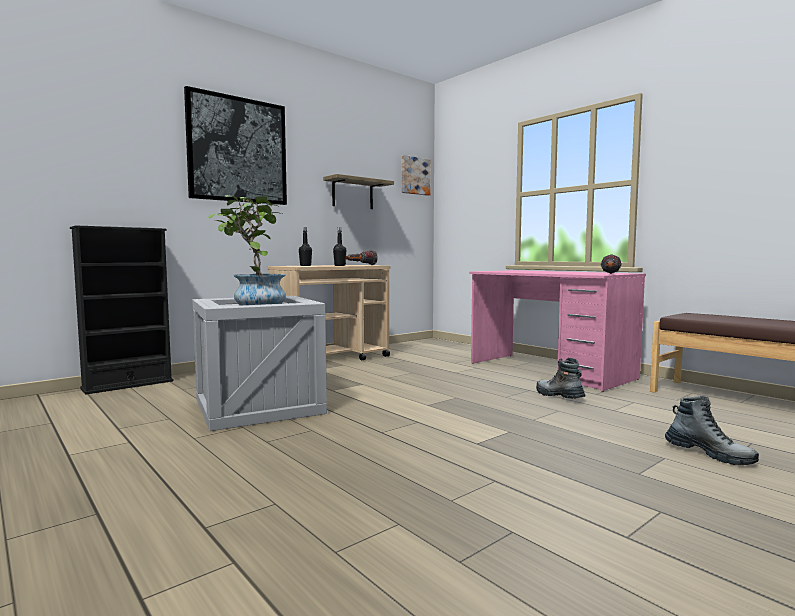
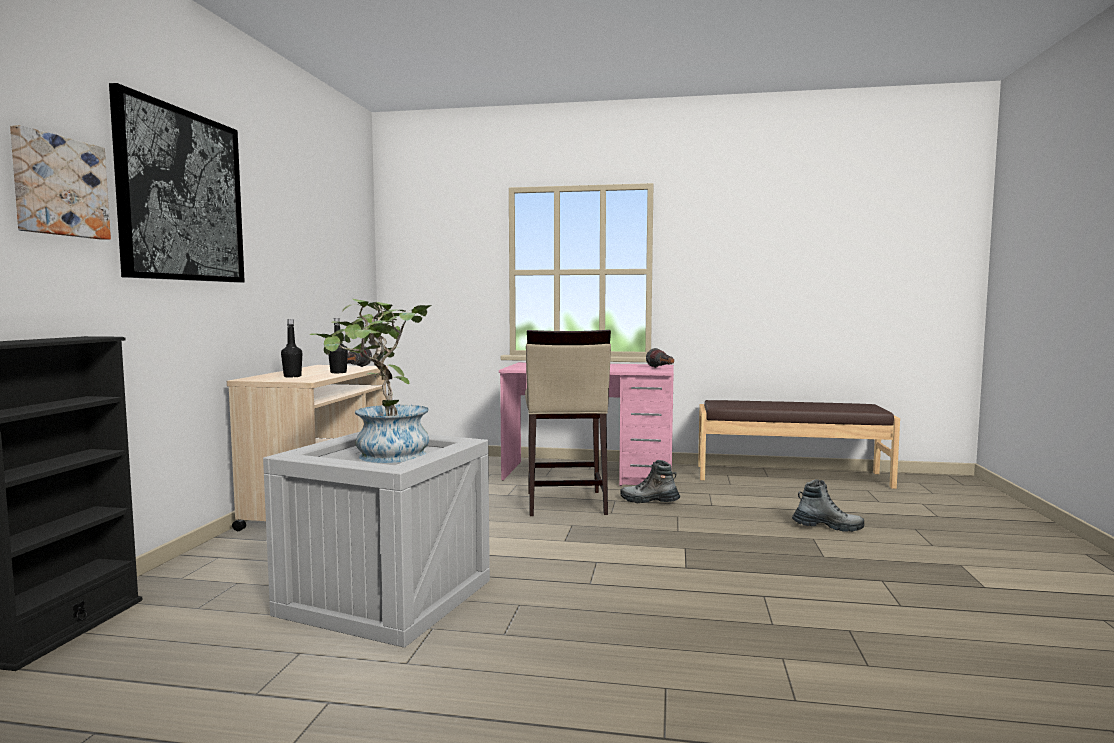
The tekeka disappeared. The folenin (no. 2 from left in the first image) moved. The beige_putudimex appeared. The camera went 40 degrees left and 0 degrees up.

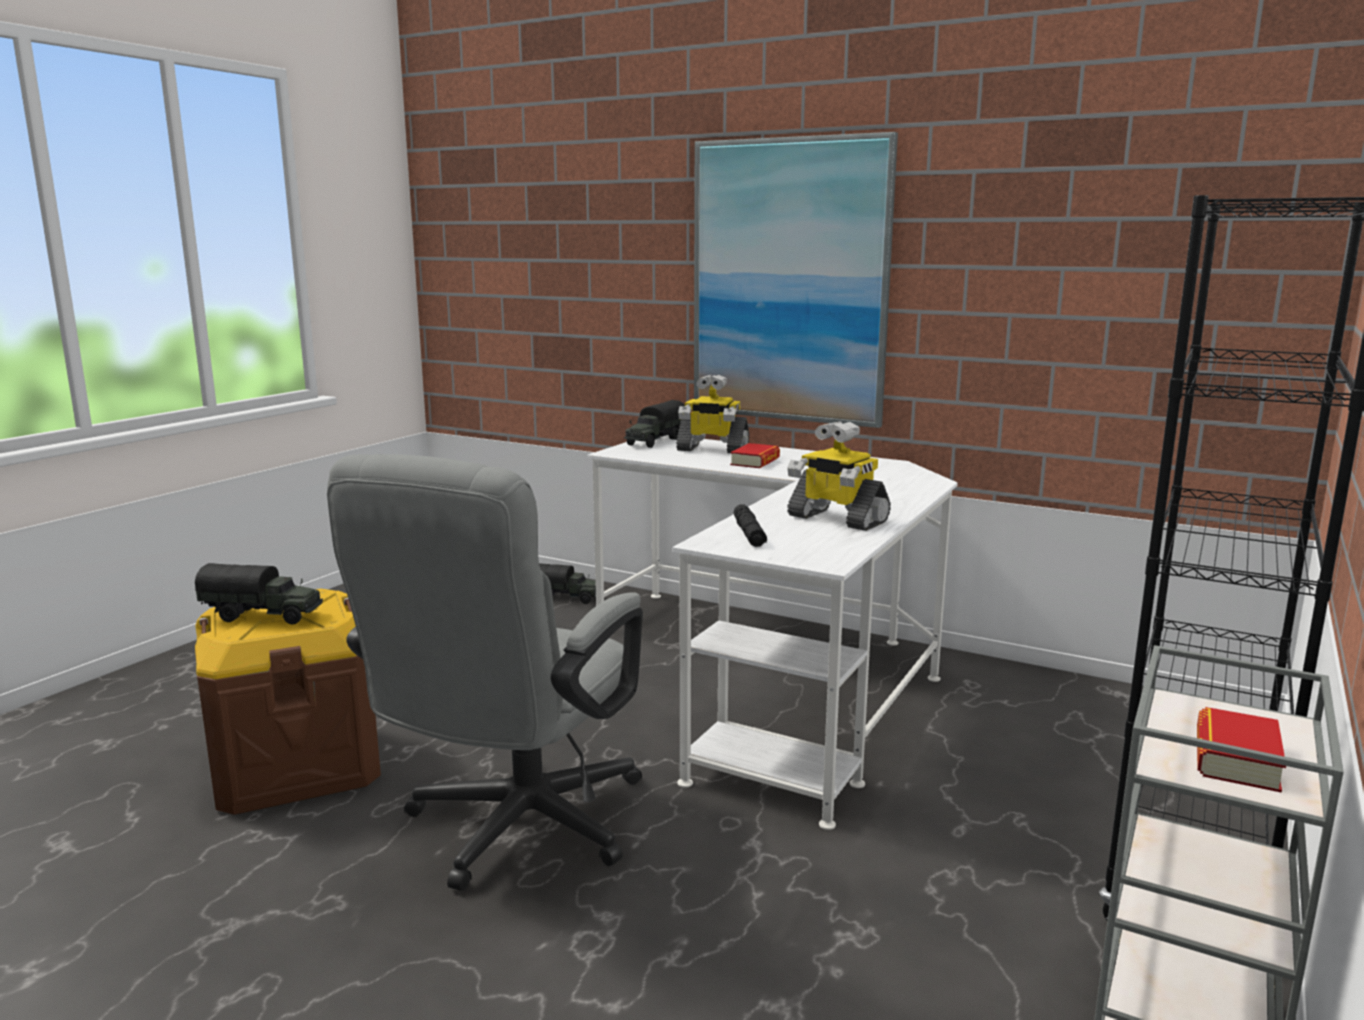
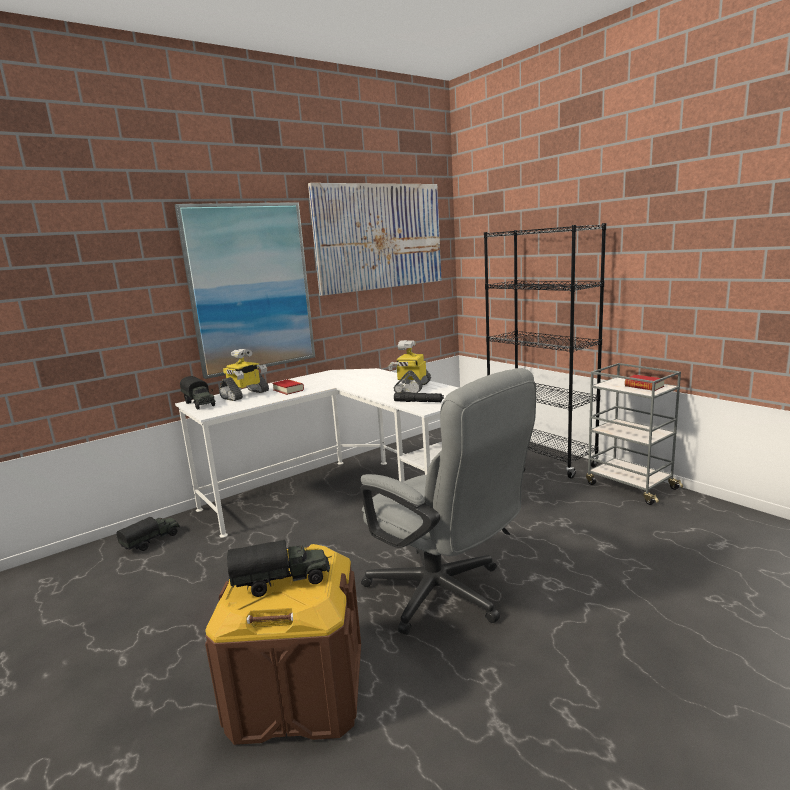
The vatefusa (no. 1 from left in the first image) turned 45 degrees clockwise. The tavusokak (no. 2 from left) turned 135 degrees clockwise. The folenin (no. 2 from left) appeared. The camera went 65 degrees left and 0 degrees up.

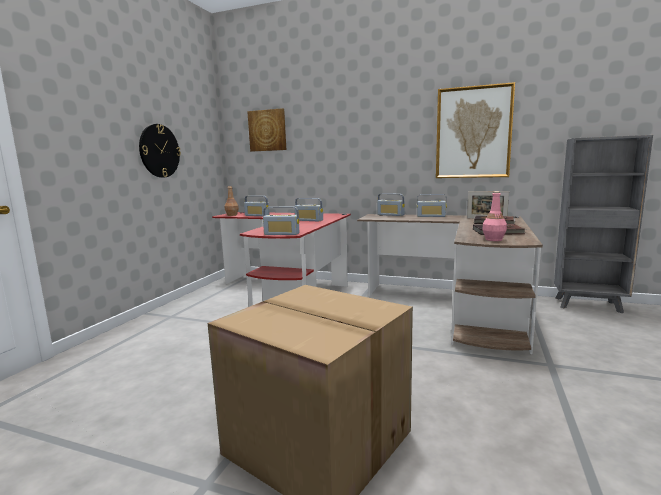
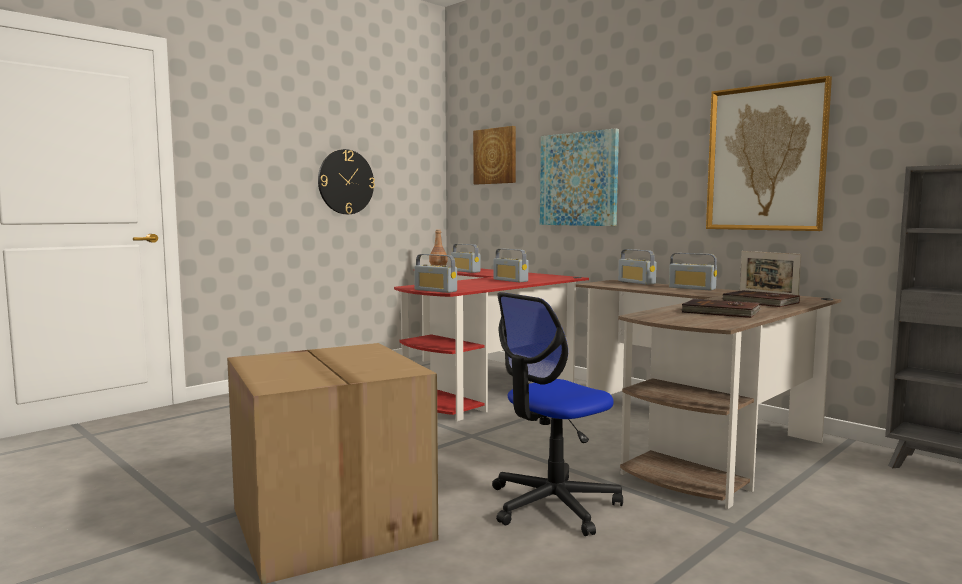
The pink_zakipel disappeared. The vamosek appeared. The folenin (no. 2 from left) appeared. The camera went 25 degrees right and 5 degrees down.

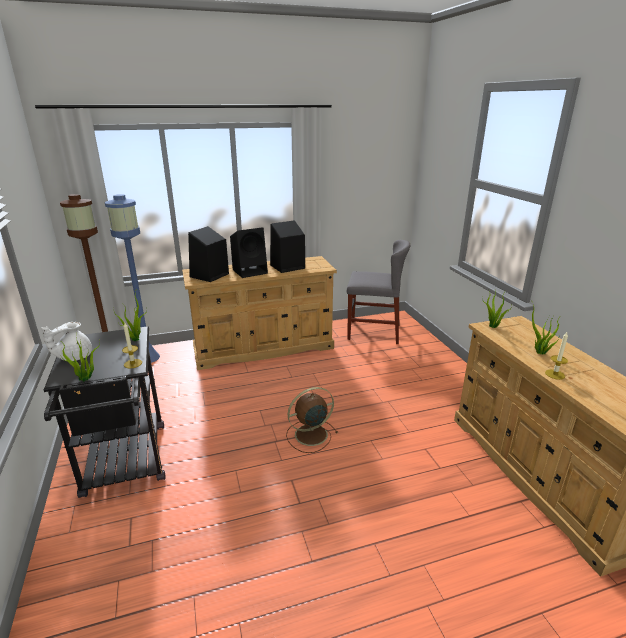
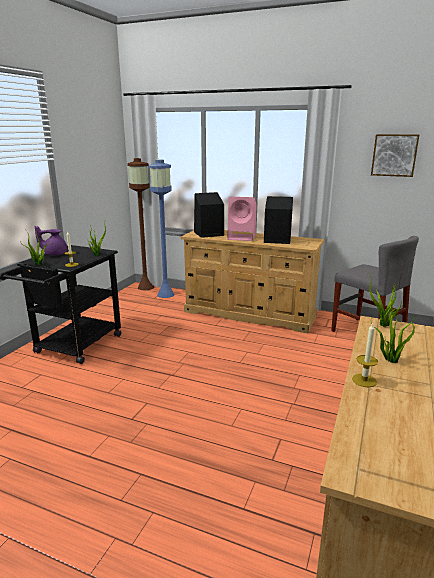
The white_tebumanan became the purple_tebumanan. The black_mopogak (no. 2 from left) became the pink_mopogak. The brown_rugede disappeared. The folenin appeared. The camera went 40 degrees right and 5 degrees down.

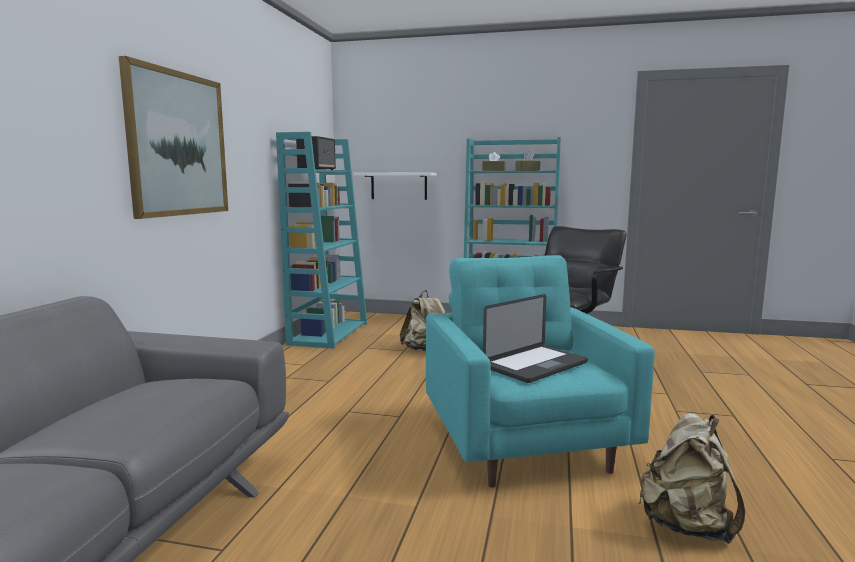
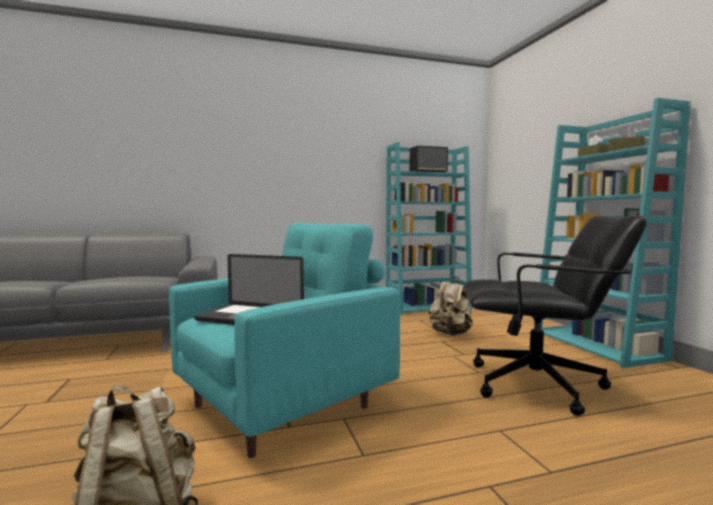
The folenin disappeared. The white_tekeka disappeared. The camera went 60 degrees right and 5 degrees down.

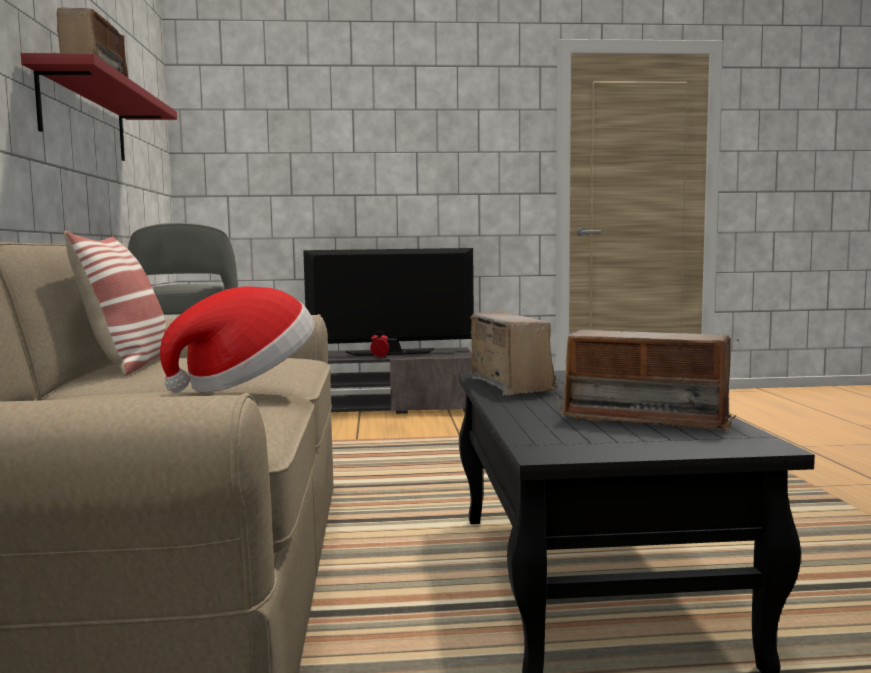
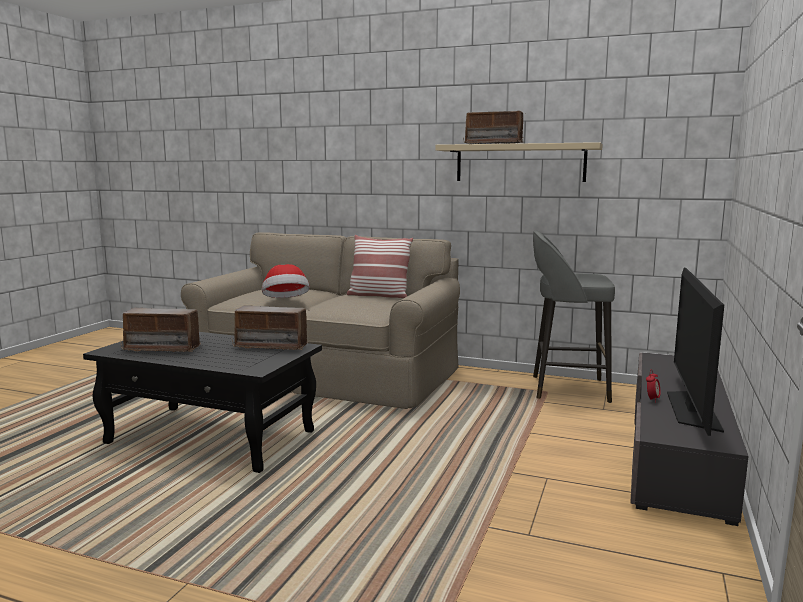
The red_tekeka became the beige_tekeka. The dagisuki (no. 3 from left in the first image) turned 135 degrees counterclockwise. The camera went 115 degrees right and 5 degrees up.

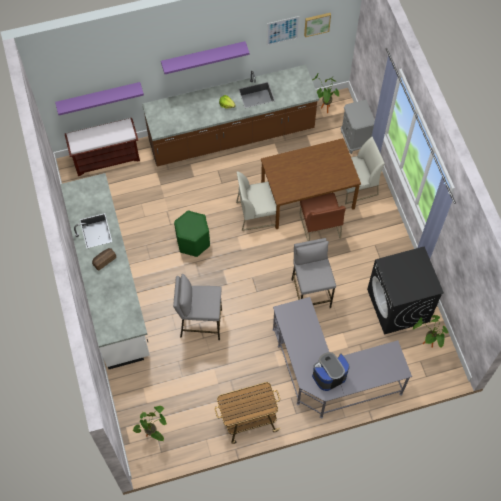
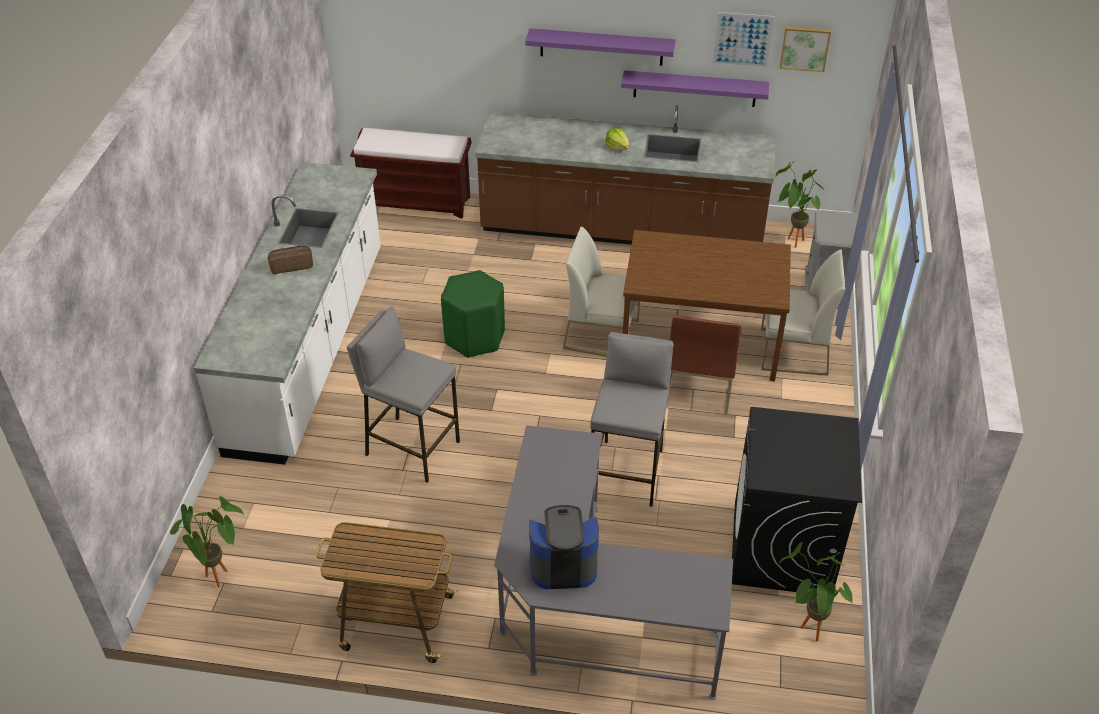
The purple_tekeka (no. 1 from left in the first image) moved. The camera went 25 degrees right and 20 degrees down.

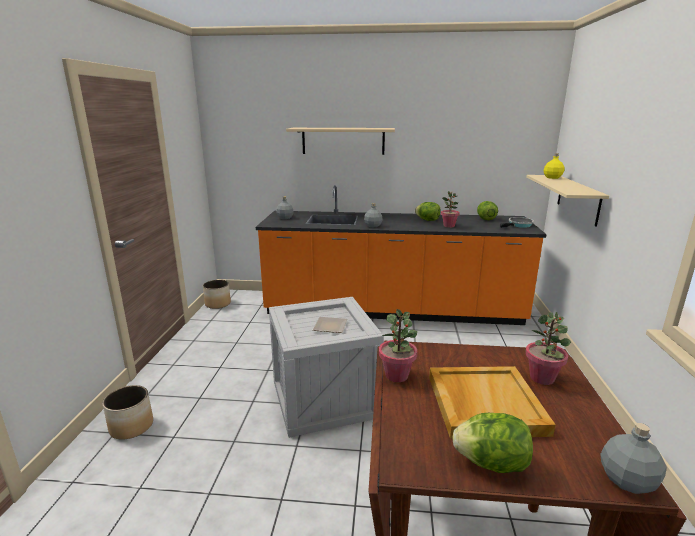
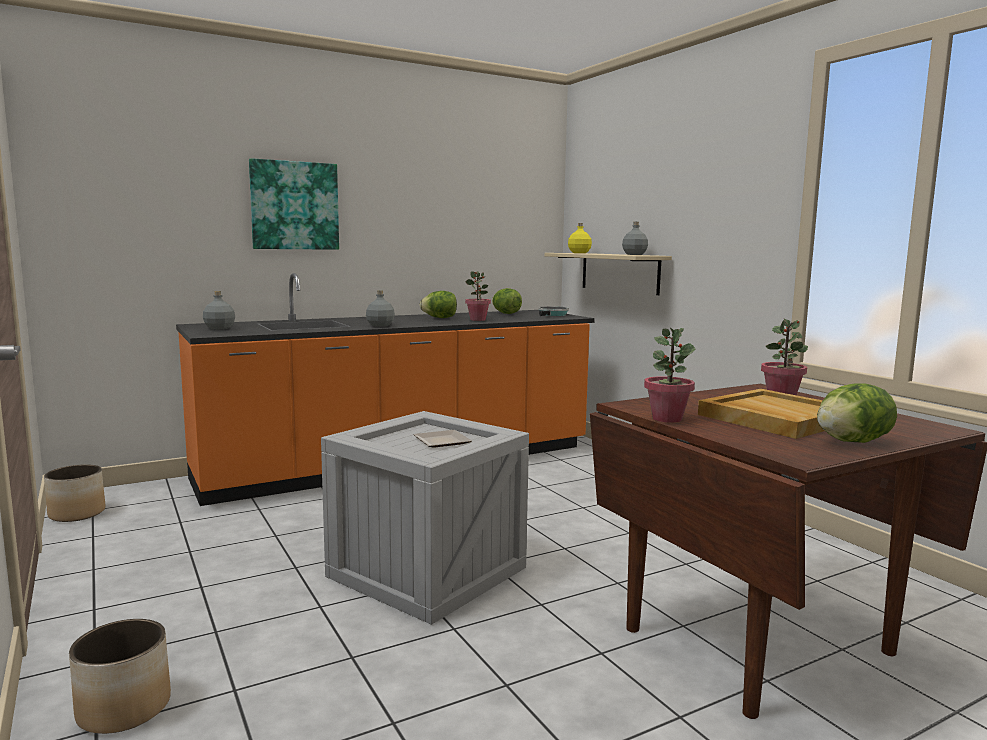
The beige_tekeka (no. 1 from left) was replaced by the folenin. The grey_zakipel (no. 3 from left) moved. The camera went 35 degrees left and 10 degrees down.

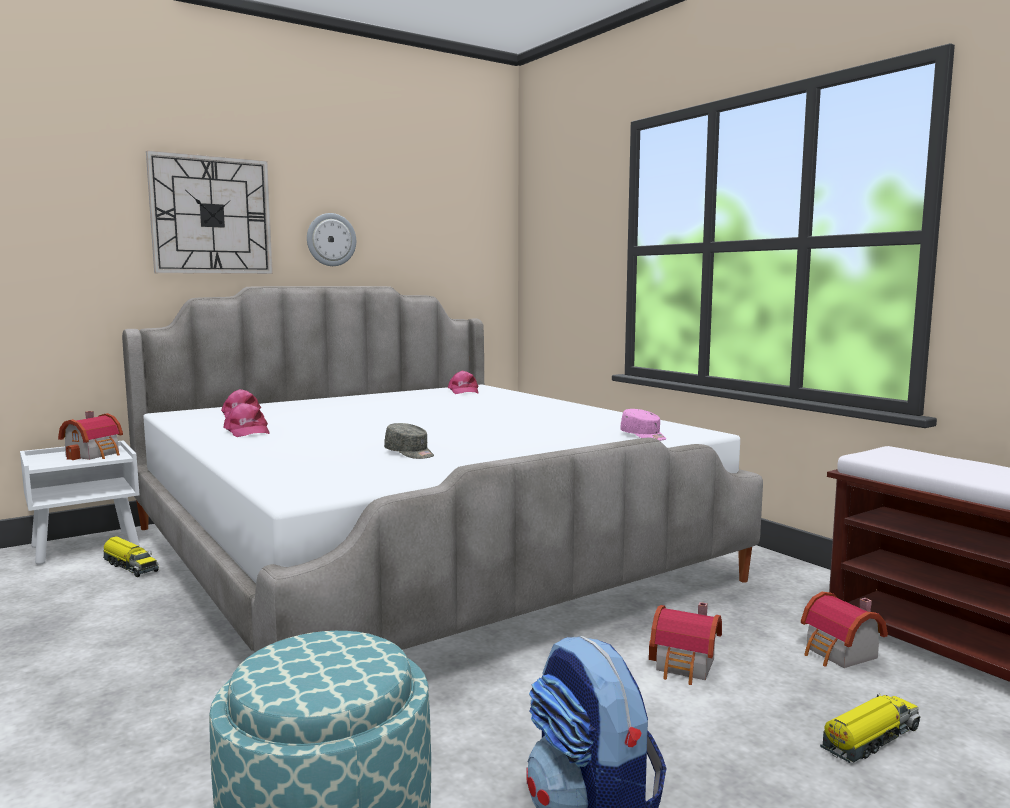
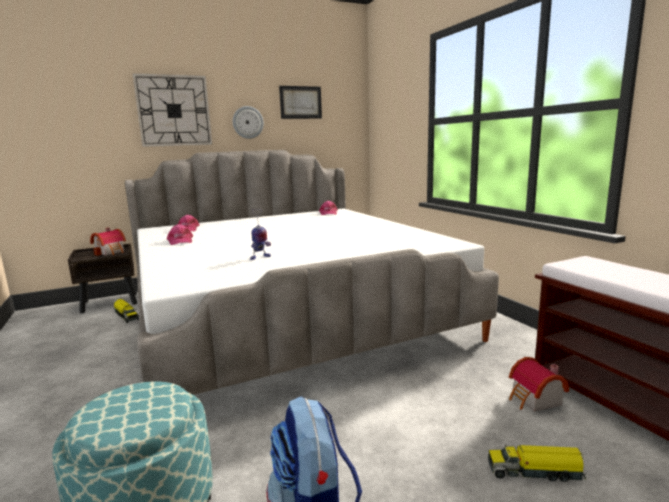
The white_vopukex became the brown_vopukex. The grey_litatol was replaced by the tavusokak. The pink_litatol (no. 4 from left) disappeared. The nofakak (no. 2 from left) disappeared. The vatefusa (no. 2 from left) turned 150 degrees counterclockwise. The folenin appeared. The camera went 10 degrees right and 5 degrees up.

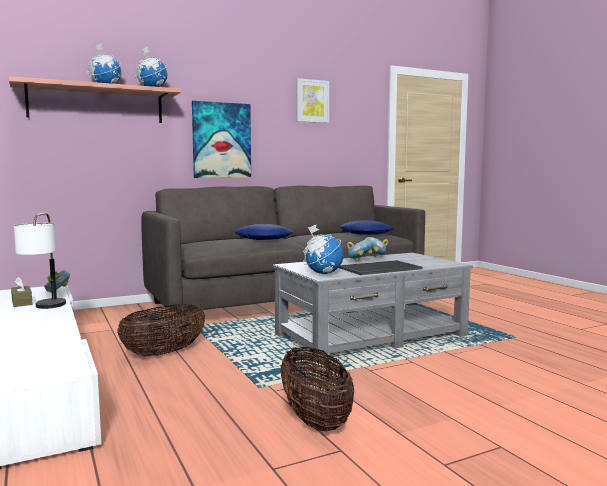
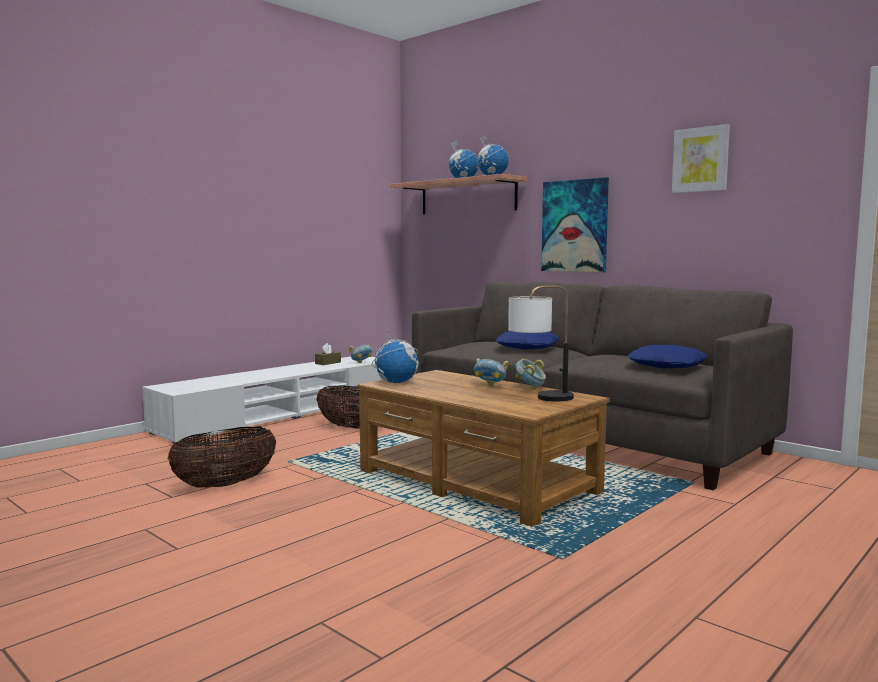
The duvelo moved. The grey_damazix became the brown_damazix. The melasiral disappeared. The camera went 70 degrees right and 0 degrees up.

